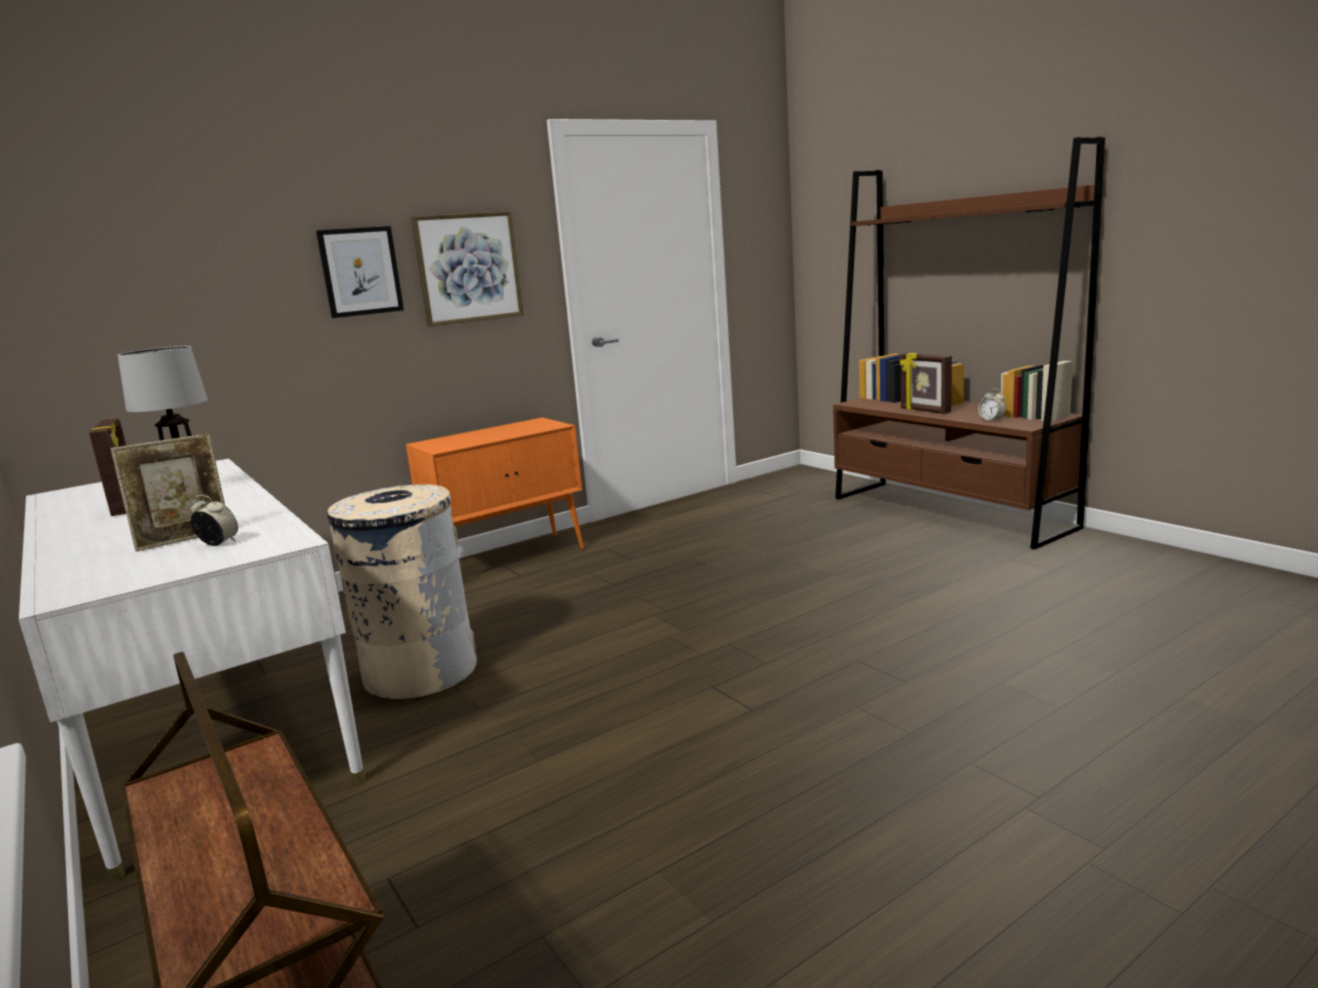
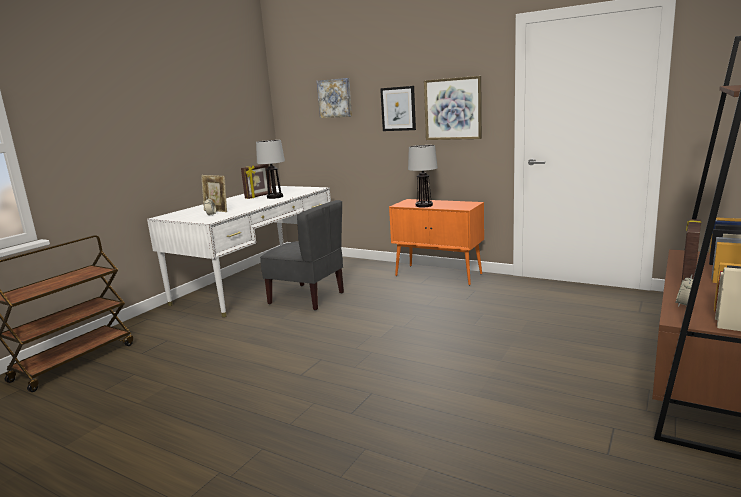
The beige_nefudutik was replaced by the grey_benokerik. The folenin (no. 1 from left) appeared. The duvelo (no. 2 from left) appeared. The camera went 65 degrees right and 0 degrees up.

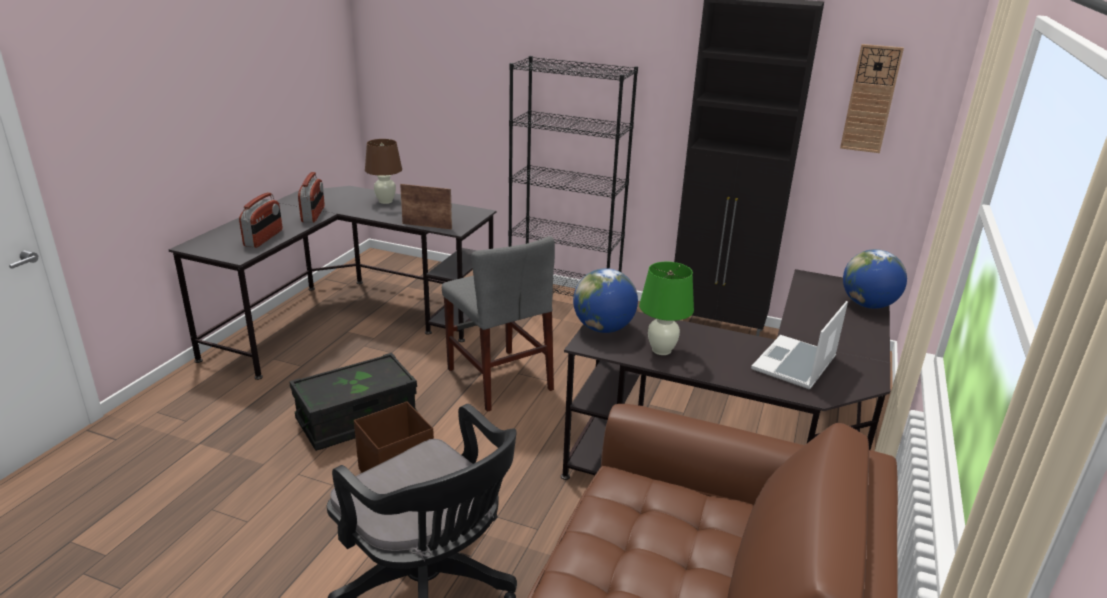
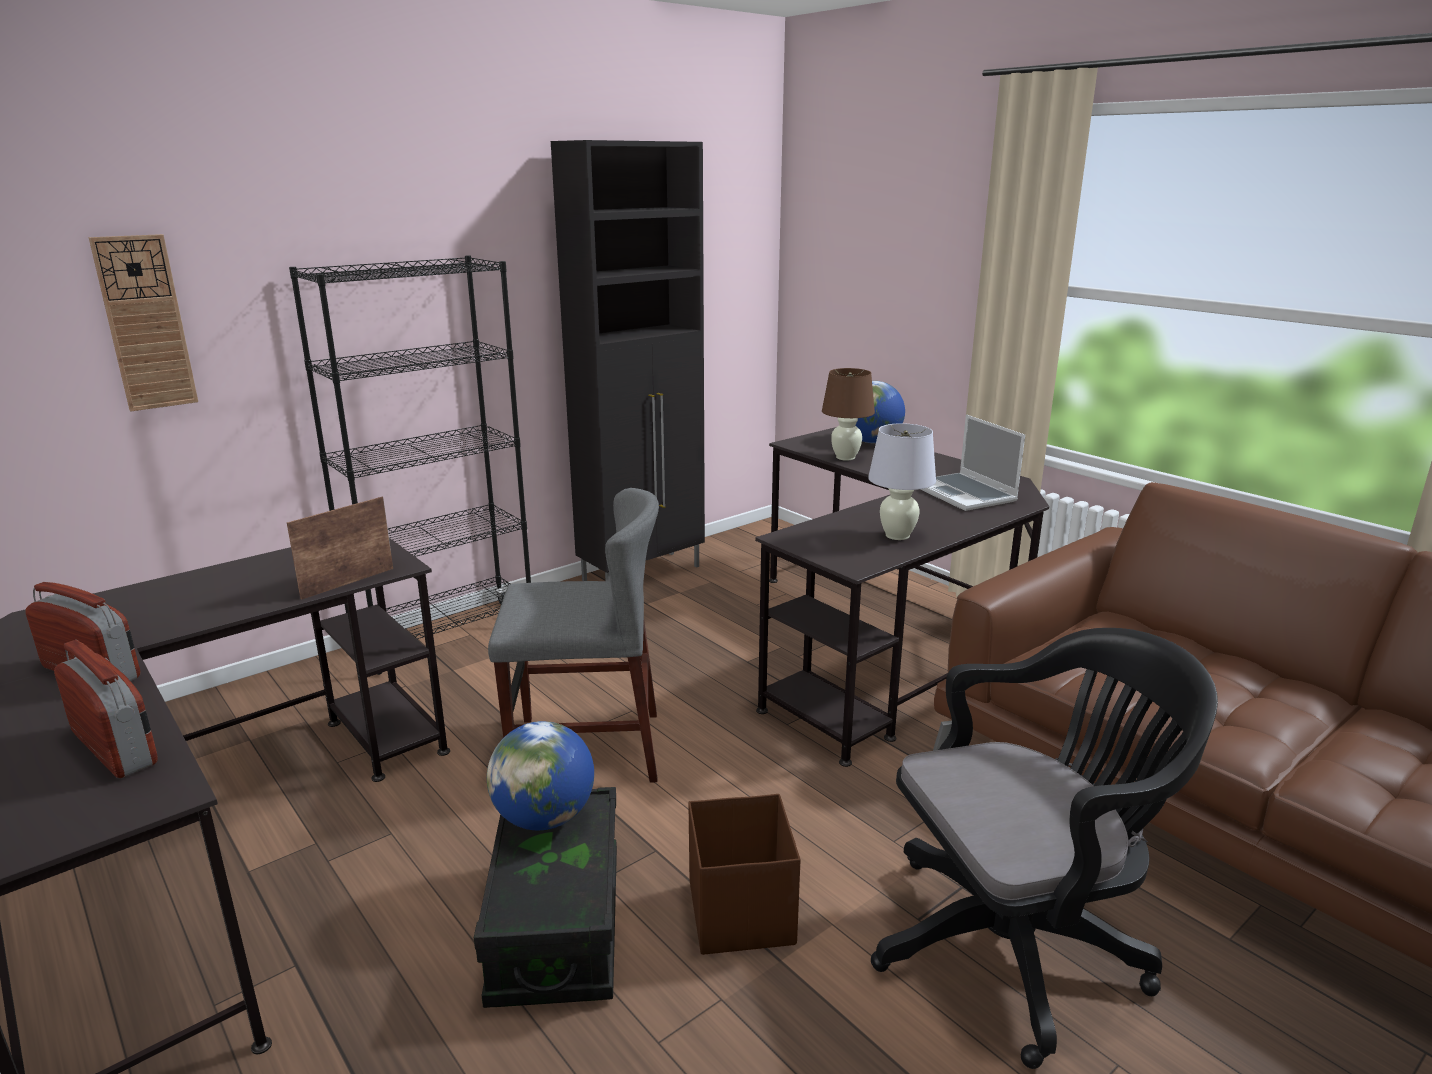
The brown_duvelo moved. The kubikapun (no. 1 from left) moved. The green_duvelo became the white_duvelo. The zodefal moved. The camera went 60 degrees left and 5 degrees down.

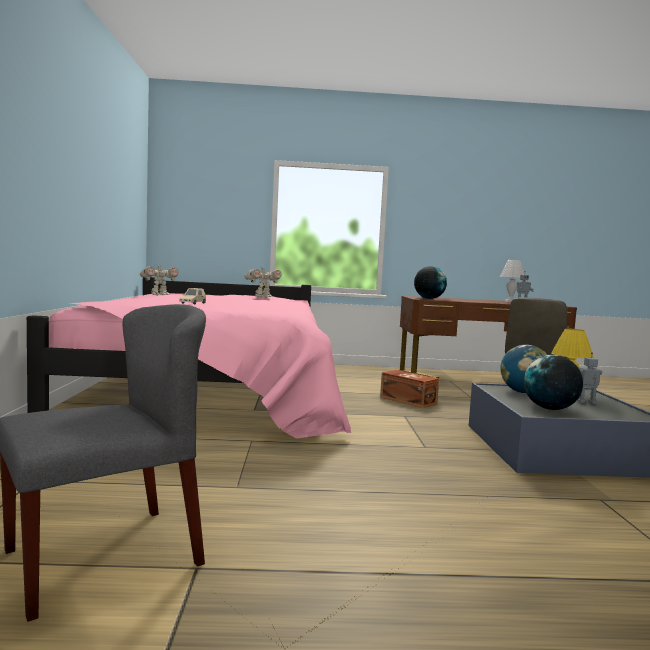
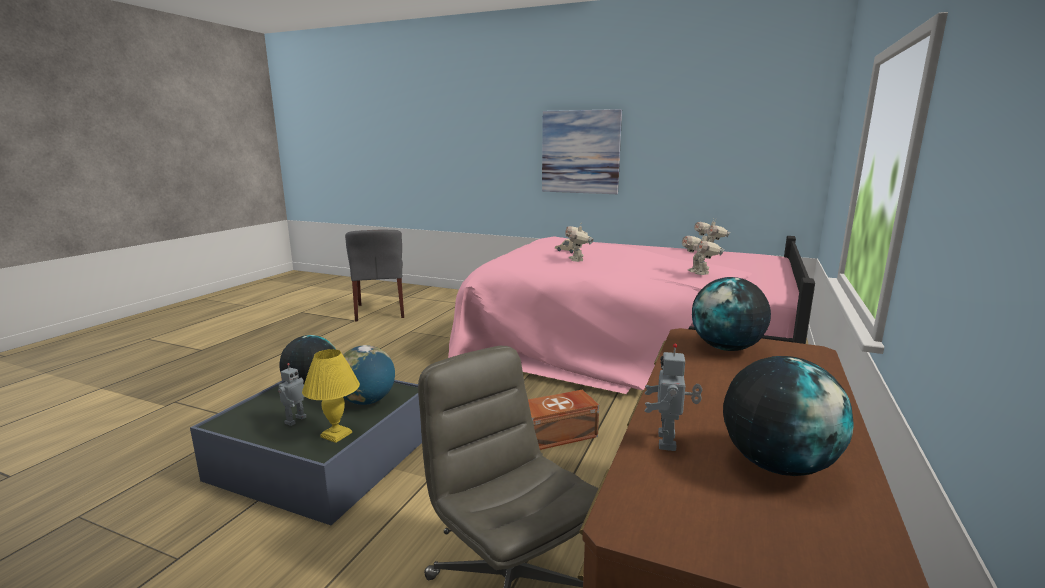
The white_duvelo was replaced by the kubikapun (no. 4 from left). The folenin appeared. The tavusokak (no. 2 from left) appeared. The camera went 115 degrees right and 10 degrees up.

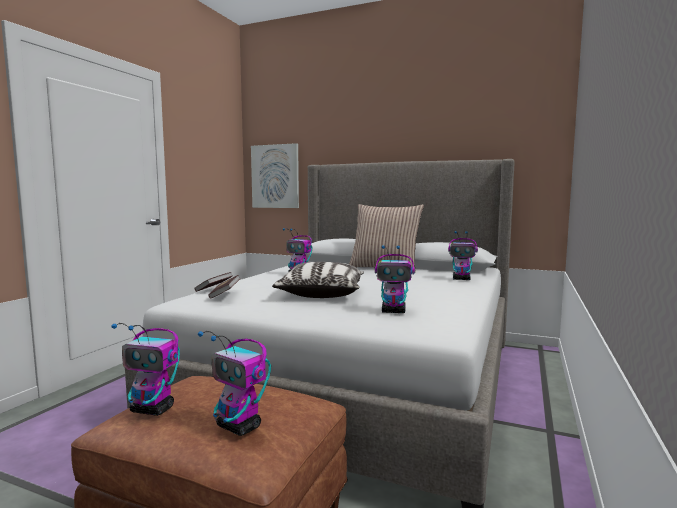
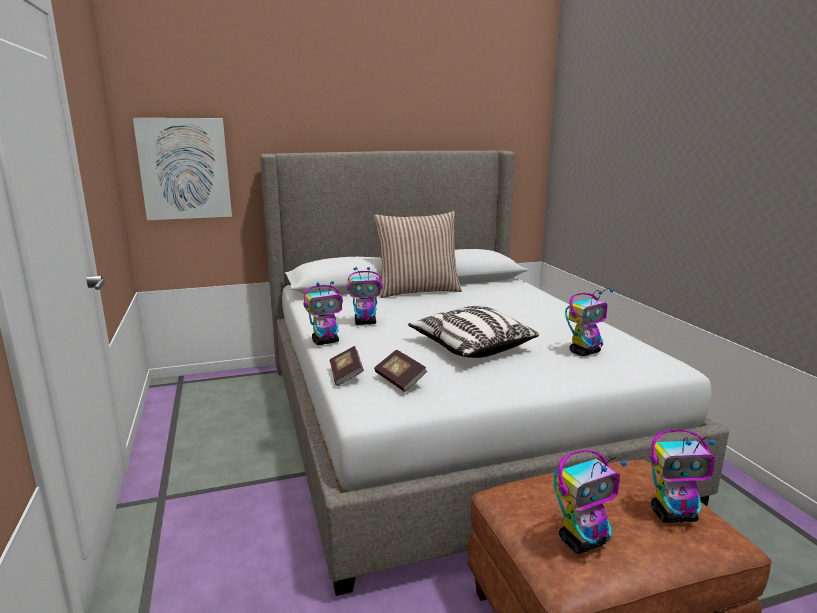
The tavusokak (no. 5 from left in the first image) moved. The camera went 40 degrees left and 10 degrees up.

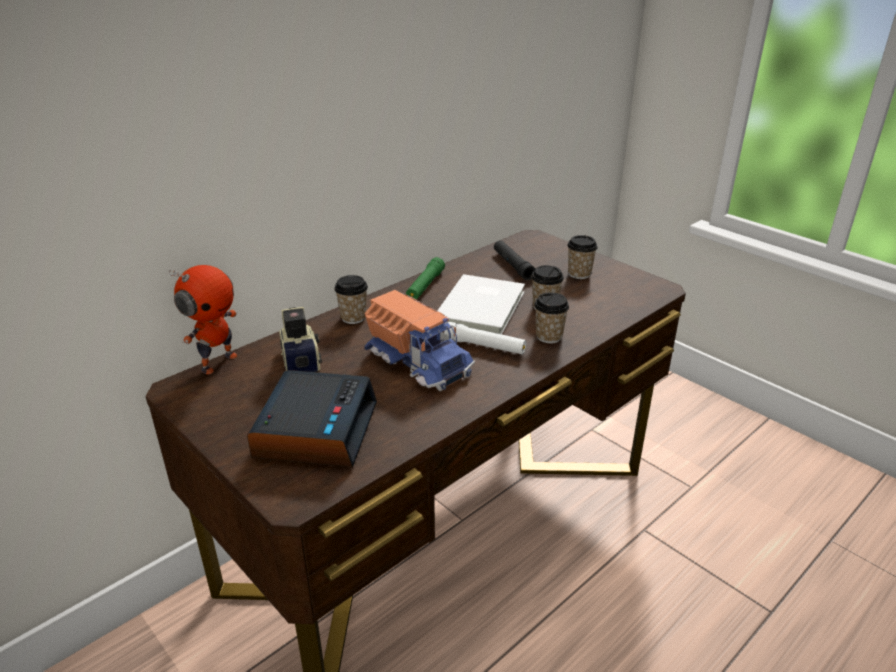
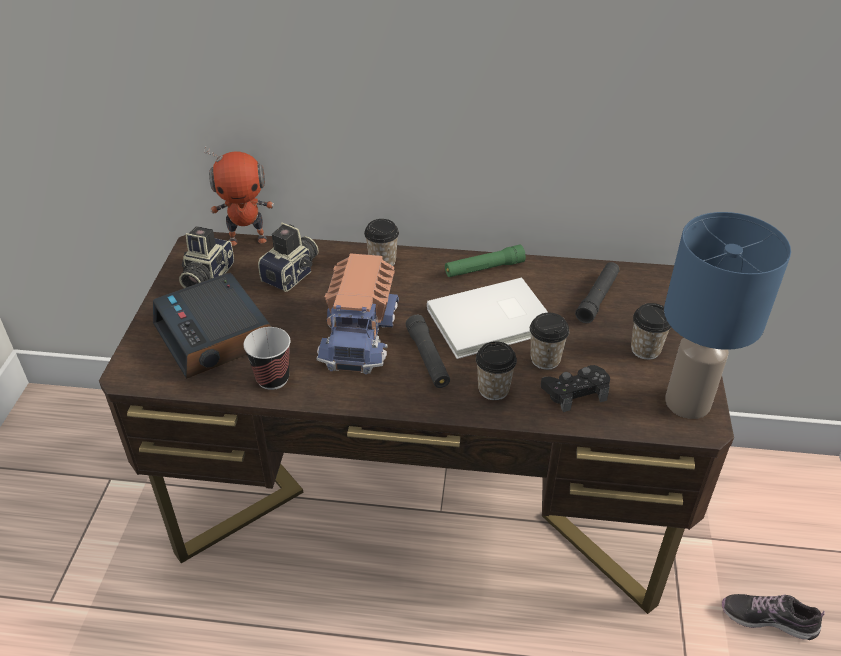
The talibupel turned 90 degrees clockwise. The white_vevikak became the black_vevikak (no. 1 from left). The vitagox (no. 1 from left) appeared. The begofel (no. 1 from left) appeared. The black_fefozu appeared. The blue_duvelo appeared. The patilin appeared. The camera went 50 degrees right and 10 degrees up.

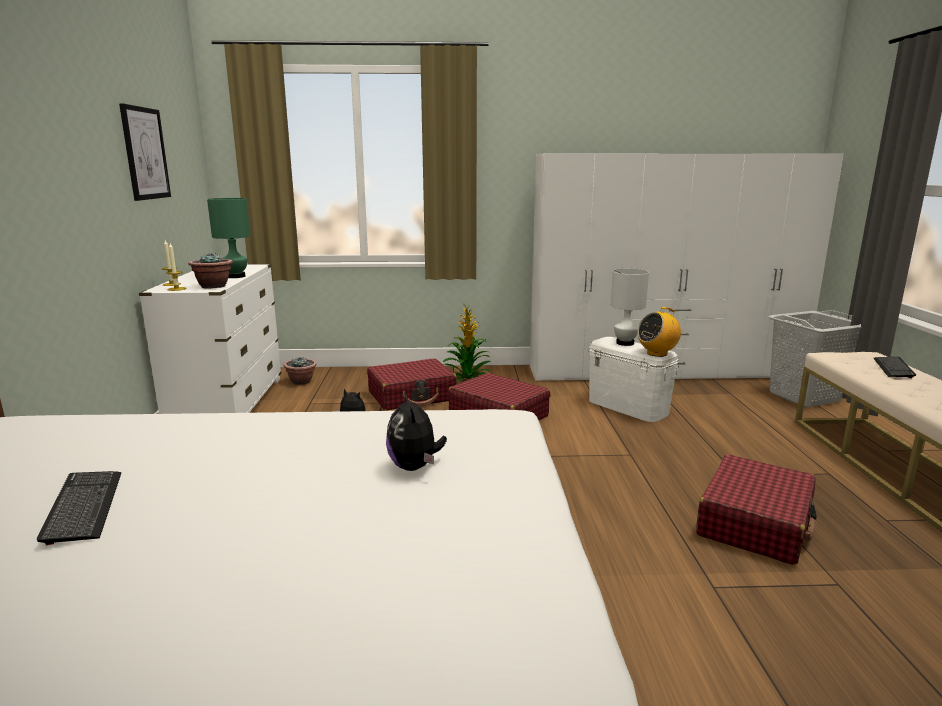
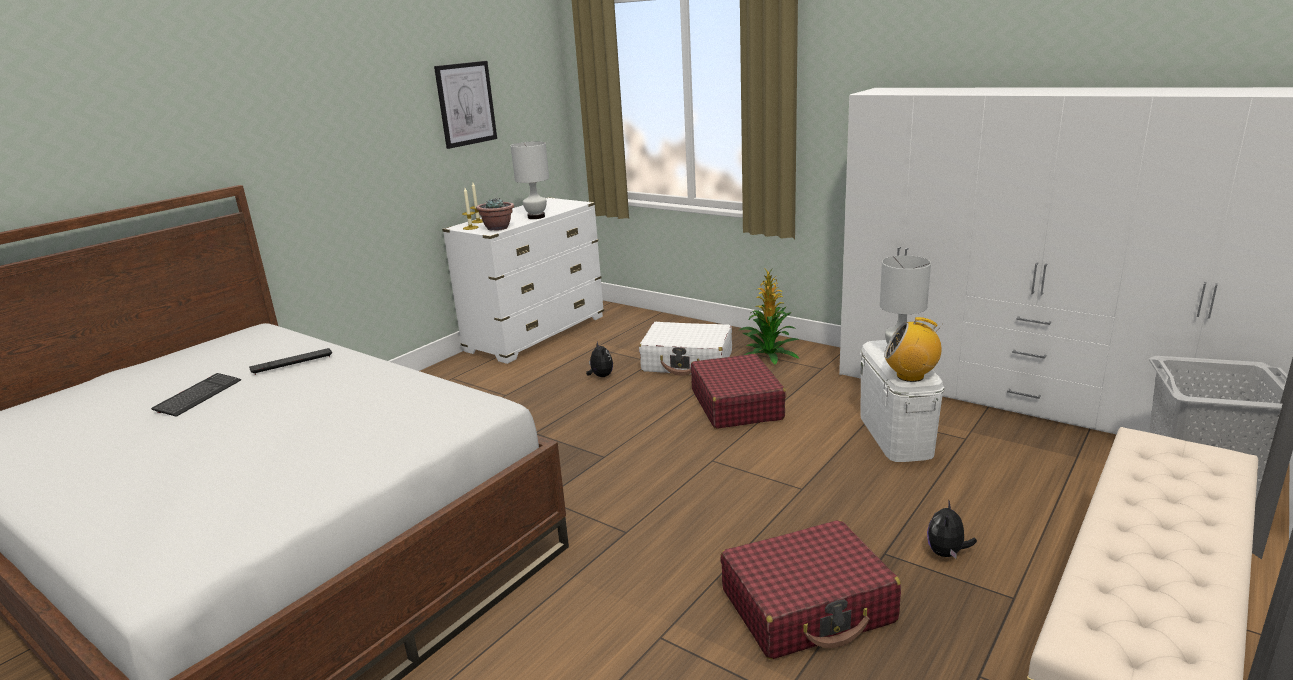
The green_duvelo became the white_duvelo (no. 1 from left). The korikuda (no. 2 from left) disappeared. The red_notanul (no. 1 from left) became the white_notanul. The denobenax (no. 2 from left) moved. The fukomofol (no. 2 from left) moved. The camera went 40 degrees right and 5 degrees up.

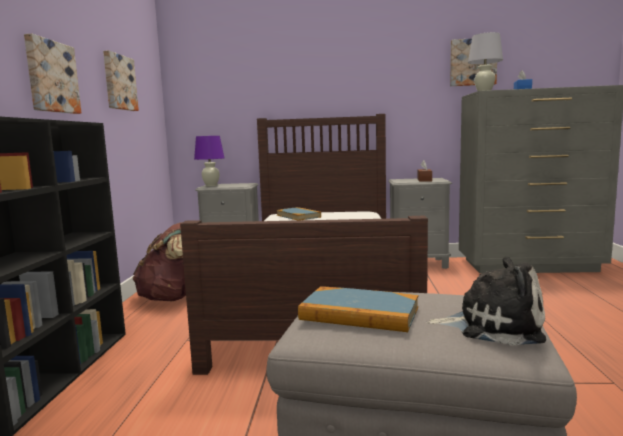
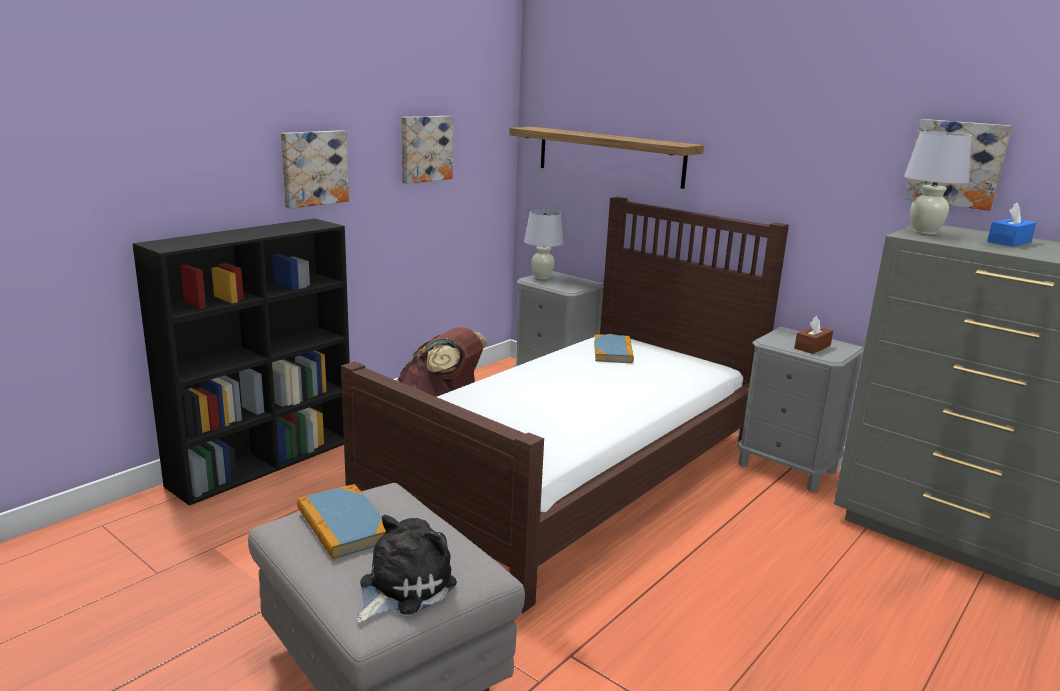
The purple_duvelo became the white_duvelo (no. 1 from left). The denobenax turned 105 degrees counterclockwise. The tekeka appeared. The camera went 35 degrees right and 10 degrees up.

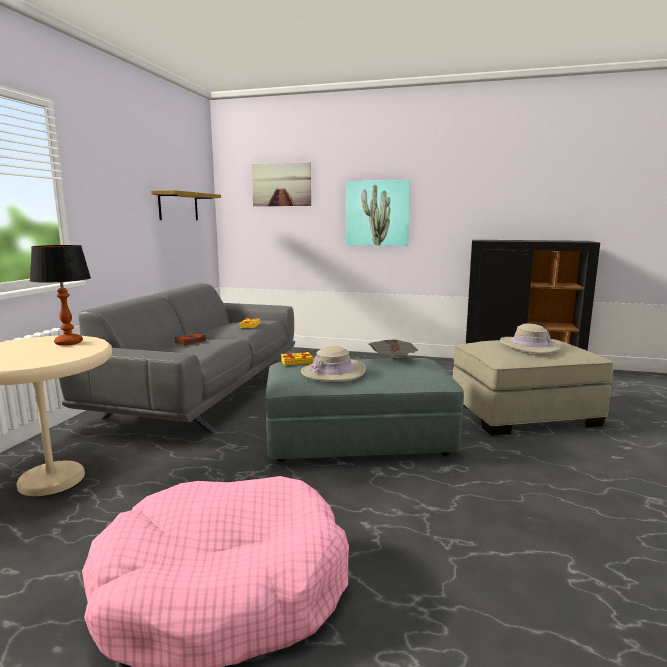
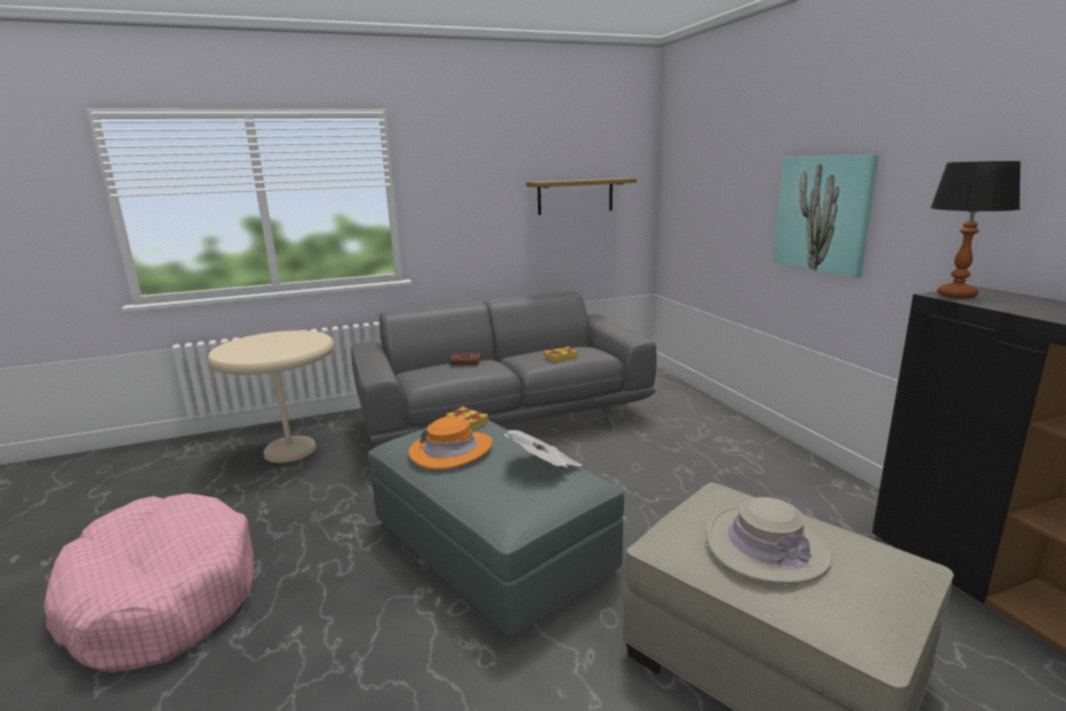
The duvelo moved. The folenin (no. 1 from left) disappeared. The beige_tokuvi (no. 1 from left) became the orange_tokuvi. The camera went 55 degrees right and 5 degrees up.

